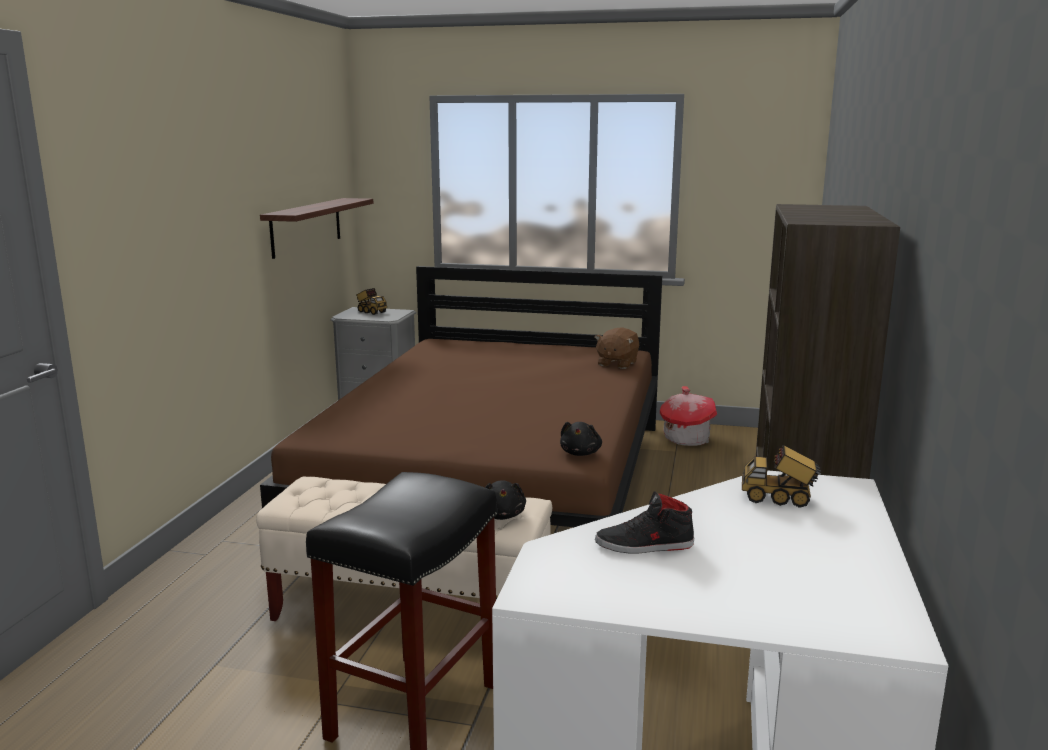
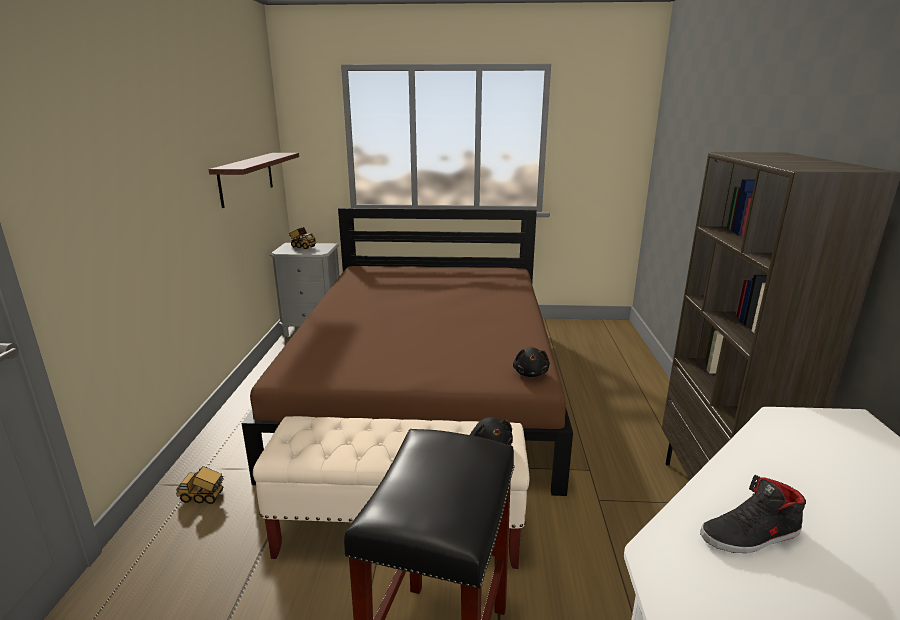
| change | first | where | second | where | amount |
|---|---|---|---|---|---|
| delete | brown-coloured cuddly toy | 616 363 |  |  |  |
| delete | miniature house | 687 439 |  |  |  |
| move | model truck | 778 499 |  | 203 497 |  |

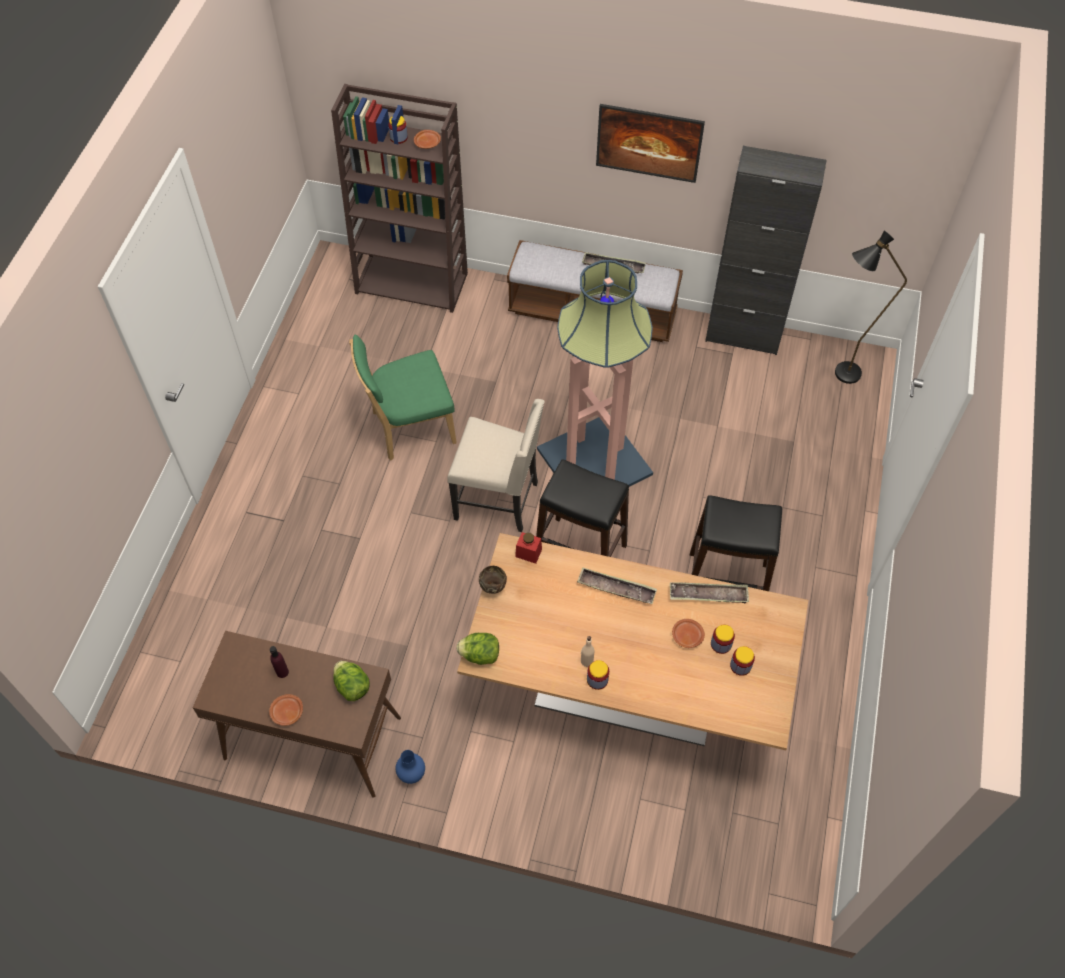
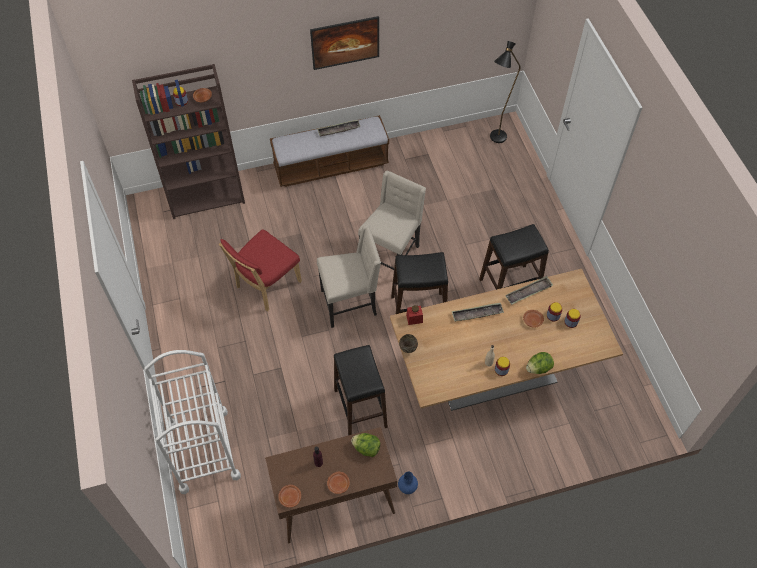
| change | first | where | second | where | amount |
|---|---|---|---|---|---|
| delete | black cabinet | 743 336 |  |  |  |
| replace | standard lamp | 595 462 | beige chair | 391 253 |  |
| recolor | green-coloured chair | 409 428 | reddish chair | 266 286 |  |
| move | lettuce head | 480 655 |  | 538 368 |  |
| insert |  |  | black stool seat | 360 408 |  |
| insert |  |  | whitish cart | 204 450 |  |
| insert |  |  | brown-coloured flat dish | 290 497 |  |

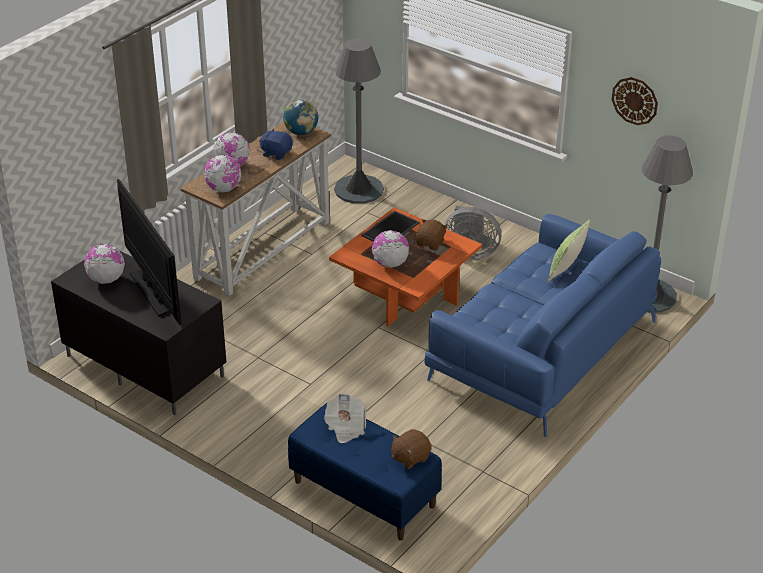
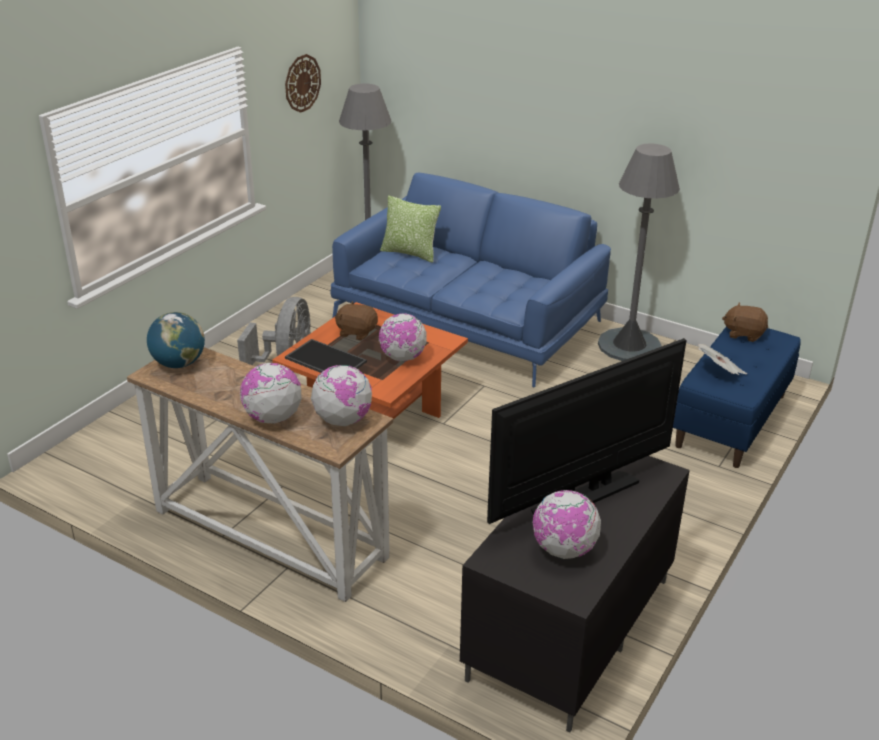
| change | first | where | second | where | amount |
|---|---|---|---|---|---|
| move | grey standard lamp | 359 189 |  | 629 345 |  |
| delete | blue cuddly toy | 276 153 |  |  |  |
| rotate | brown-coloured cuddly toy | 410 457 |  | 744 334 | 150 degrees clockwise |

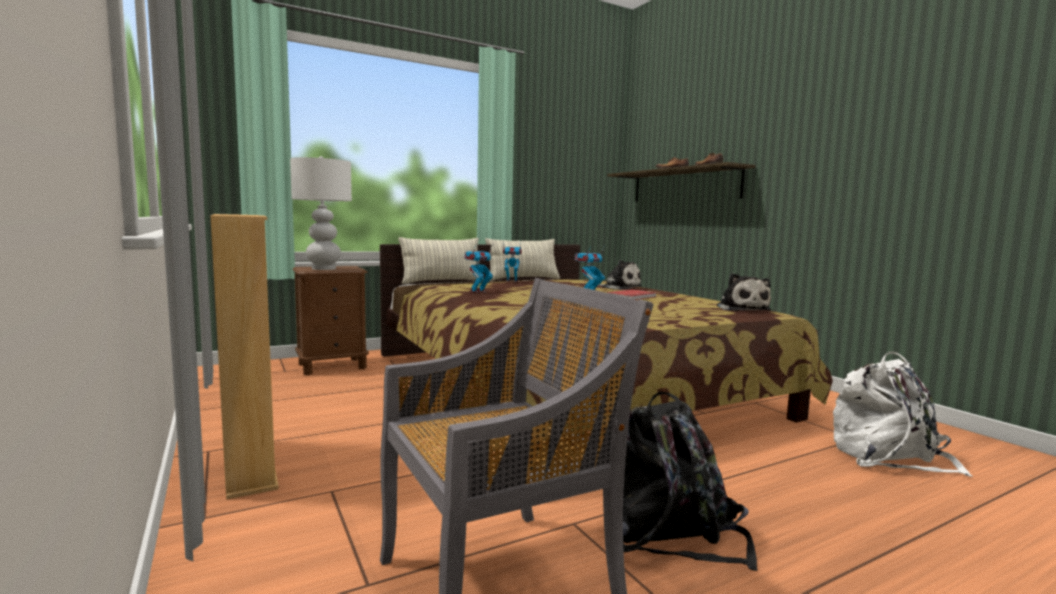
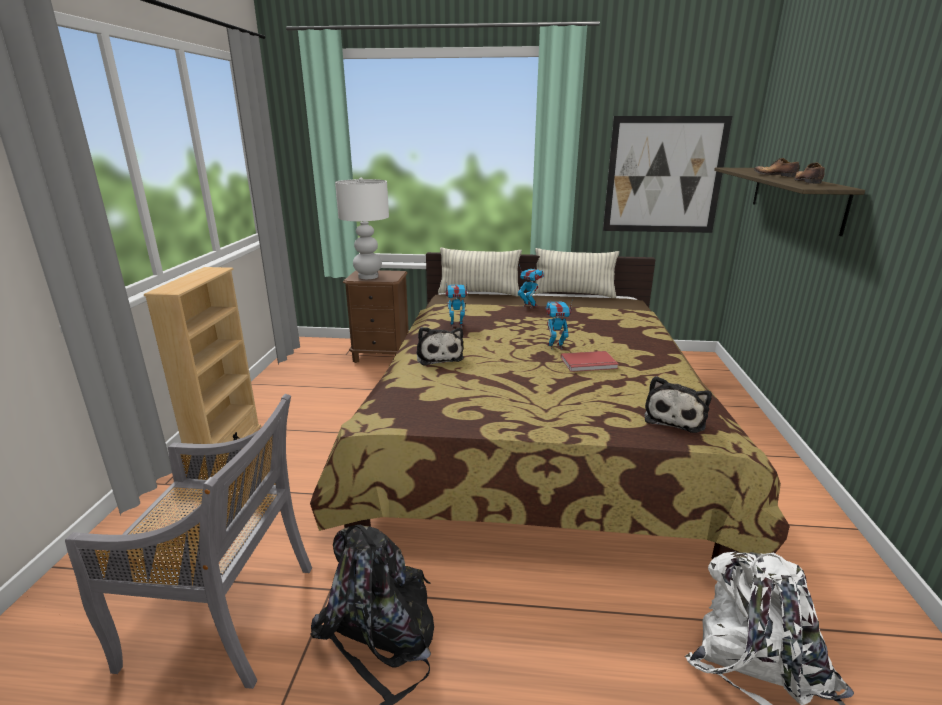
| change | first | where | second | where | amount |
|---|---|---|---|---|---|
| move | cuddly toy | 619 287 |  | 439 356 |  |
| insert |  |  | picture | 664 176 |  |

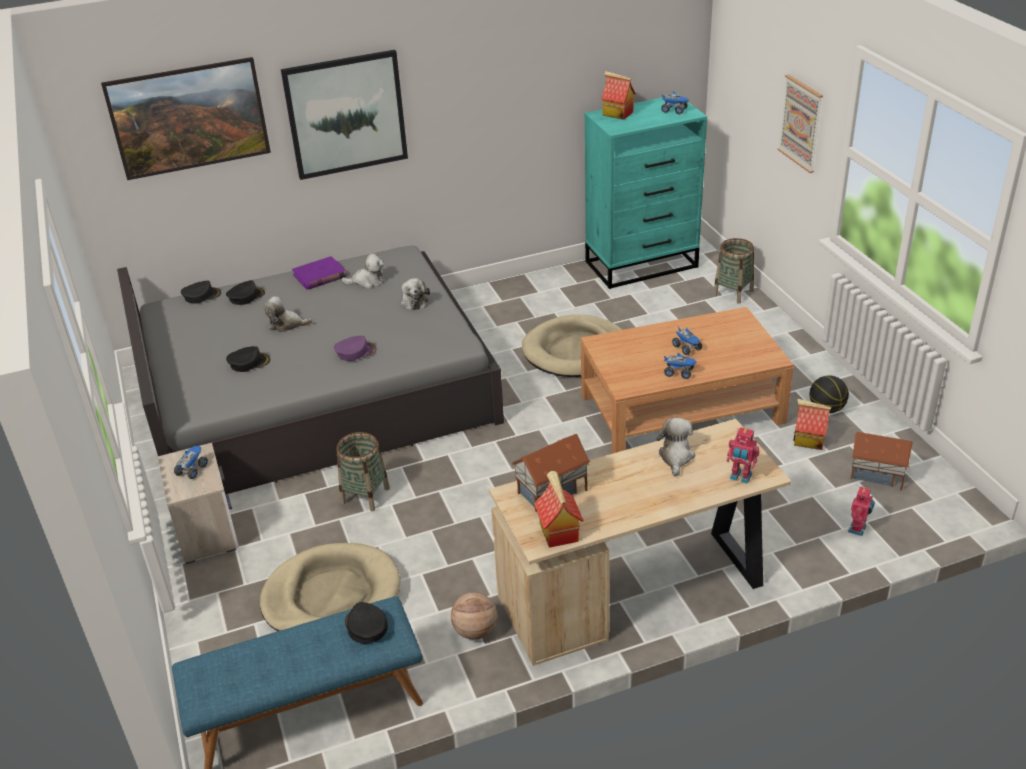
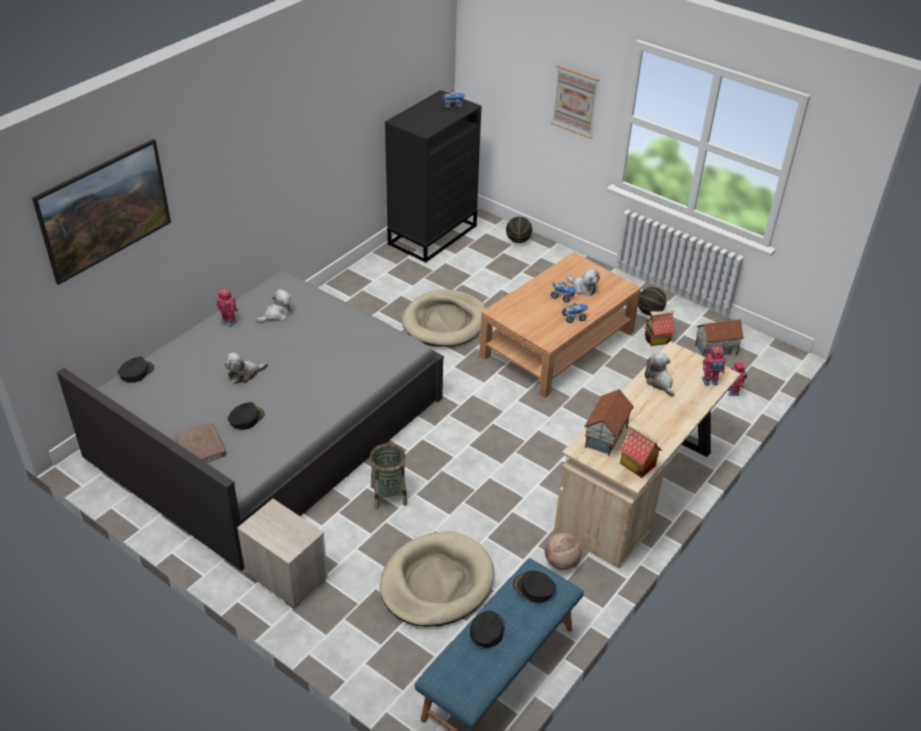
| change | first | where | second | where | amount |
|---|---|---|---|---|---|
| delete | picture | 346 114 |  |  |  |
| delete | miniature house | 617 114 |  |  |  |
| recolor | turquoise-coloured chest of drawers | 642 264 | black chest of drawers | 433 235 |  |
| replace | basket | 733 292 | basketball ball | 518 240 |  |
| replace | purple volume | 320 276 | toy robot | 229 321 |  |
| move | cuddly toy | 414 301 |  | 583 288 |  |
| move | black baseball cap | 246 296 |  | 487 630 |  |
| delete | purple baseball cap | 355 352 |  |  |  |
| delete | model truck | 192 469 |  |  |  |
| insert |  |  | brown-coloured volume | 201 447 |  |

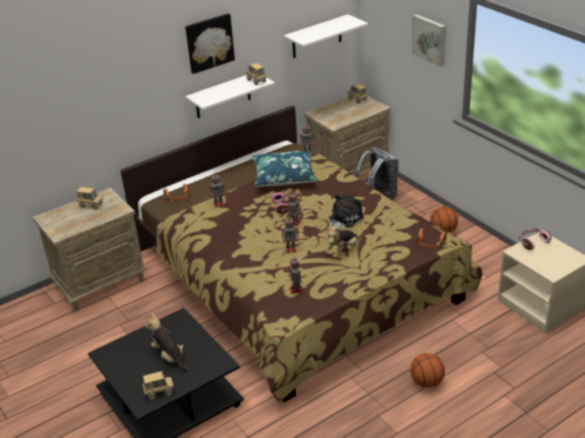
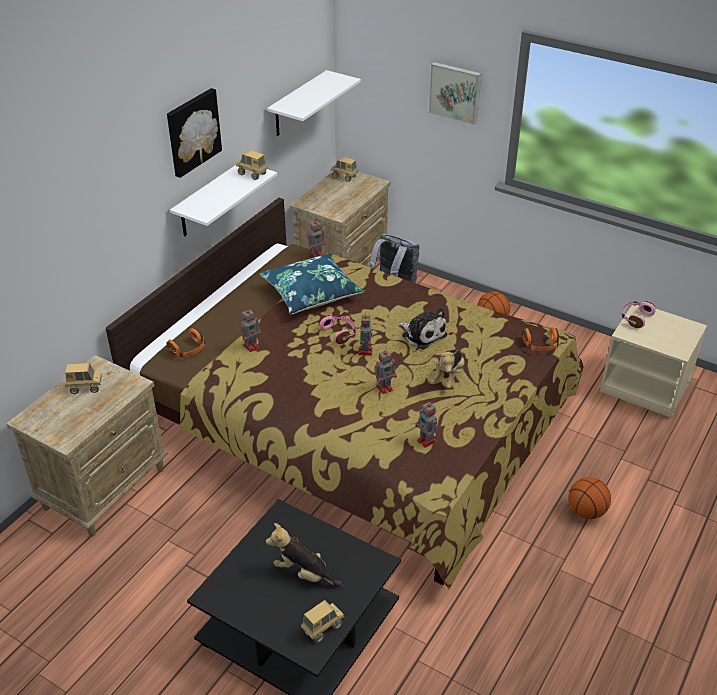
| change | first | where | second | where | amount |
|---|---|---|---|---|---|
| rotate | cuddly toy | 344 219 |  | 422 334 | 120 degrees clockwise |

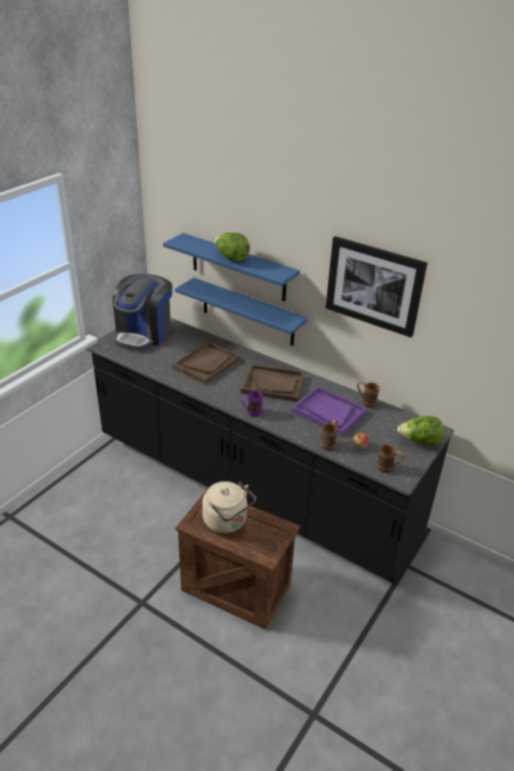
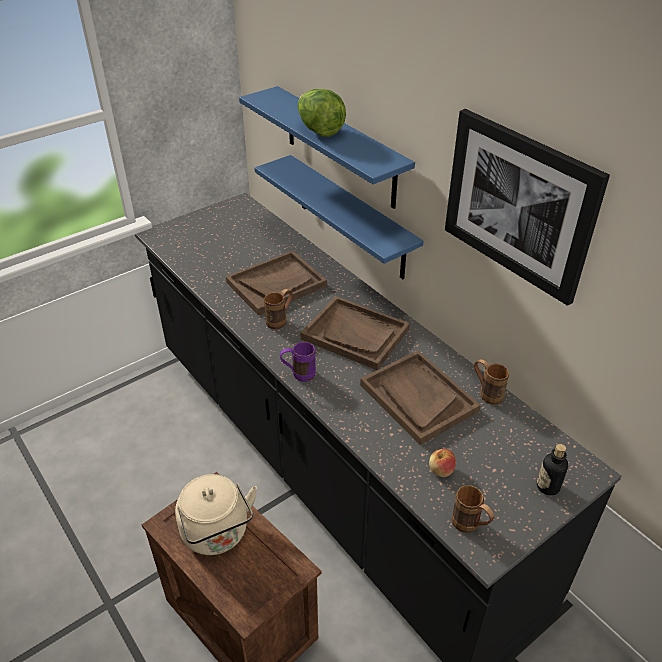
| change | first | where | second | where | amount |
|---|---|---|---|---|---|
| delete | coffee brewer | 144 333 |  |  |  |
| recolor | purple carrying tray | 328 412 | brown-coloured carrying tray | 418 398 |  |
| replace | lettuce head | 419 442 | beverage bottle | 548 486 |  |
| move | brown-coloured tea mug | 329 443 |  | 280 320 |  |

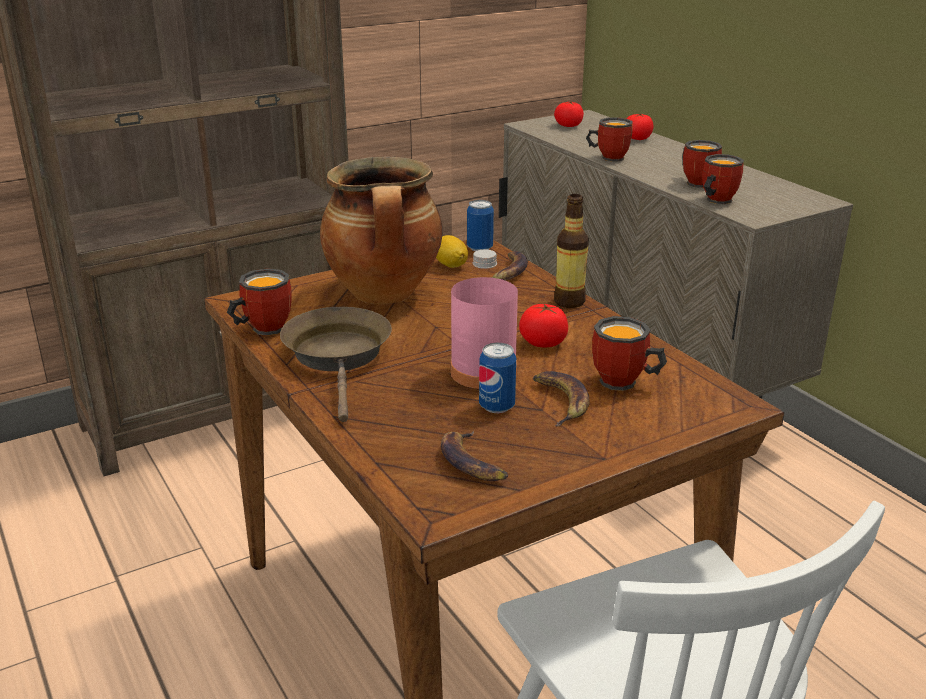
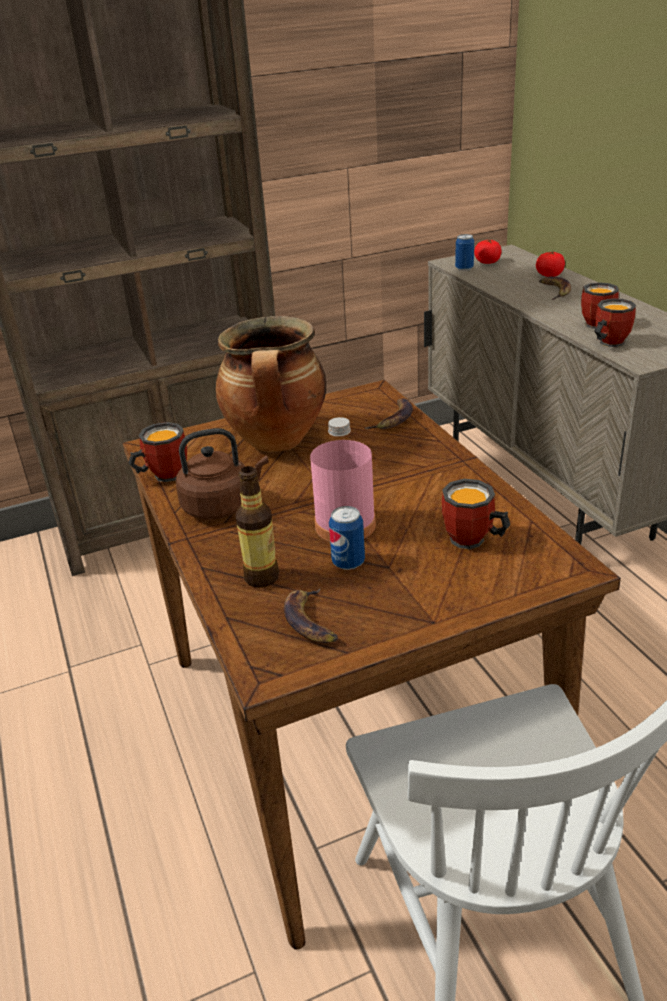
| change | first | where | second | where | amount |
|---|---|---|---|---|---|
| delete | tea mug | 608 157 |  |  |  |
| move | beverage bottle | 569 302 |  | 262 577 |  |
| move | can | 480 248 |  | 464 268 |  |
| delete | citrus fruit | 450 265 |  |  |  |
| delete | fresh tomato | 543 343 |  |  |  |
| replace | brown-coloured skillet | 339 357 | brown-coloured tea kettle | 221 506 |  |
| move | whole banana | 560 401 |  | 554 291 |  |

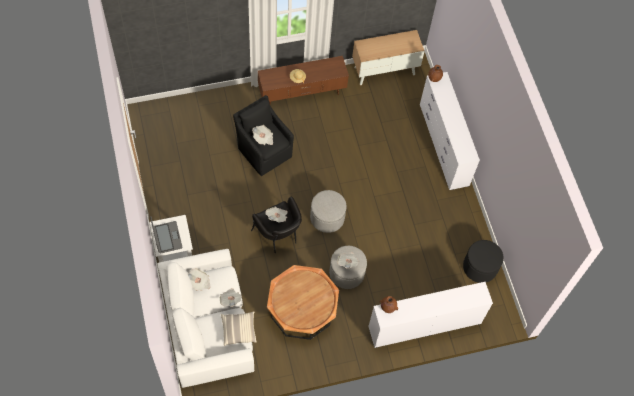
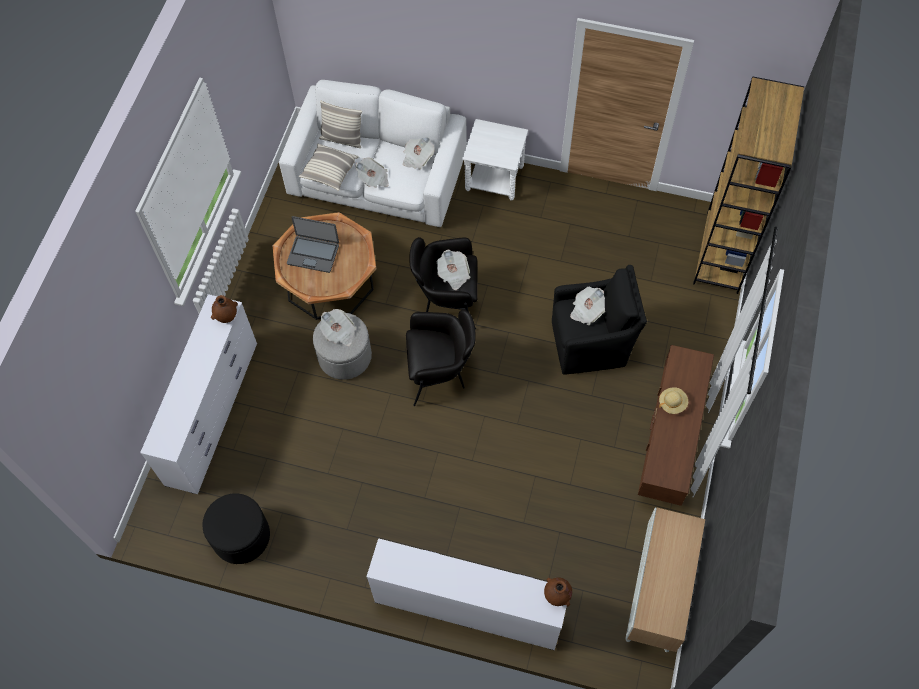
| change | first | where | second | where | amount |
|---|---|---|---|---|---|
| replace | grey footrest | 327 217 | black easy chair | 440 373 |  |
| move | notebook computer | 167 237 |  | 313 253 |  |
| insert |  |  | brown-coloured bookcase | 722 253 |  |
| insert |  |  | throw pillow | 342 139 |  |

